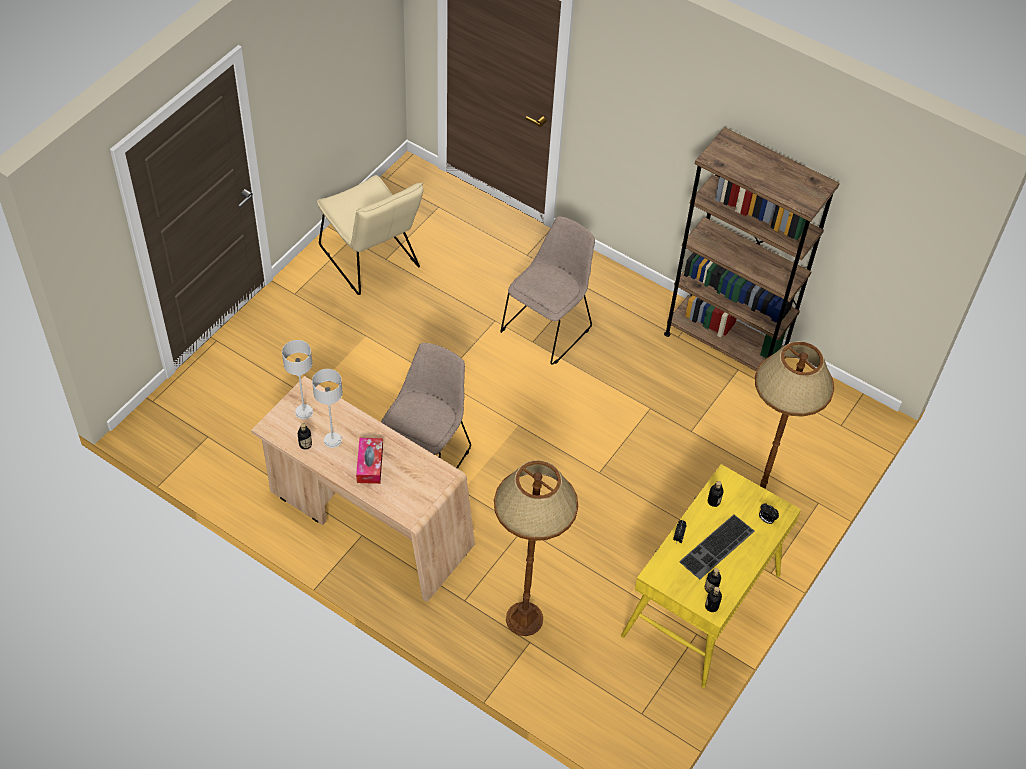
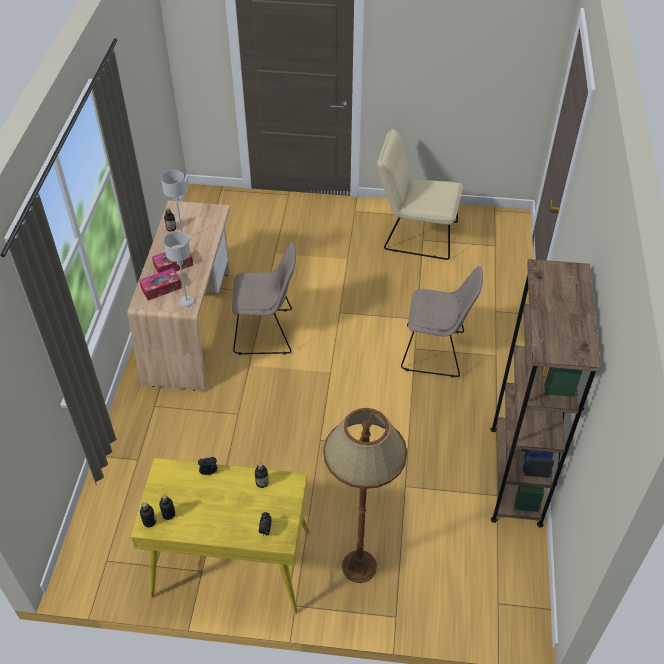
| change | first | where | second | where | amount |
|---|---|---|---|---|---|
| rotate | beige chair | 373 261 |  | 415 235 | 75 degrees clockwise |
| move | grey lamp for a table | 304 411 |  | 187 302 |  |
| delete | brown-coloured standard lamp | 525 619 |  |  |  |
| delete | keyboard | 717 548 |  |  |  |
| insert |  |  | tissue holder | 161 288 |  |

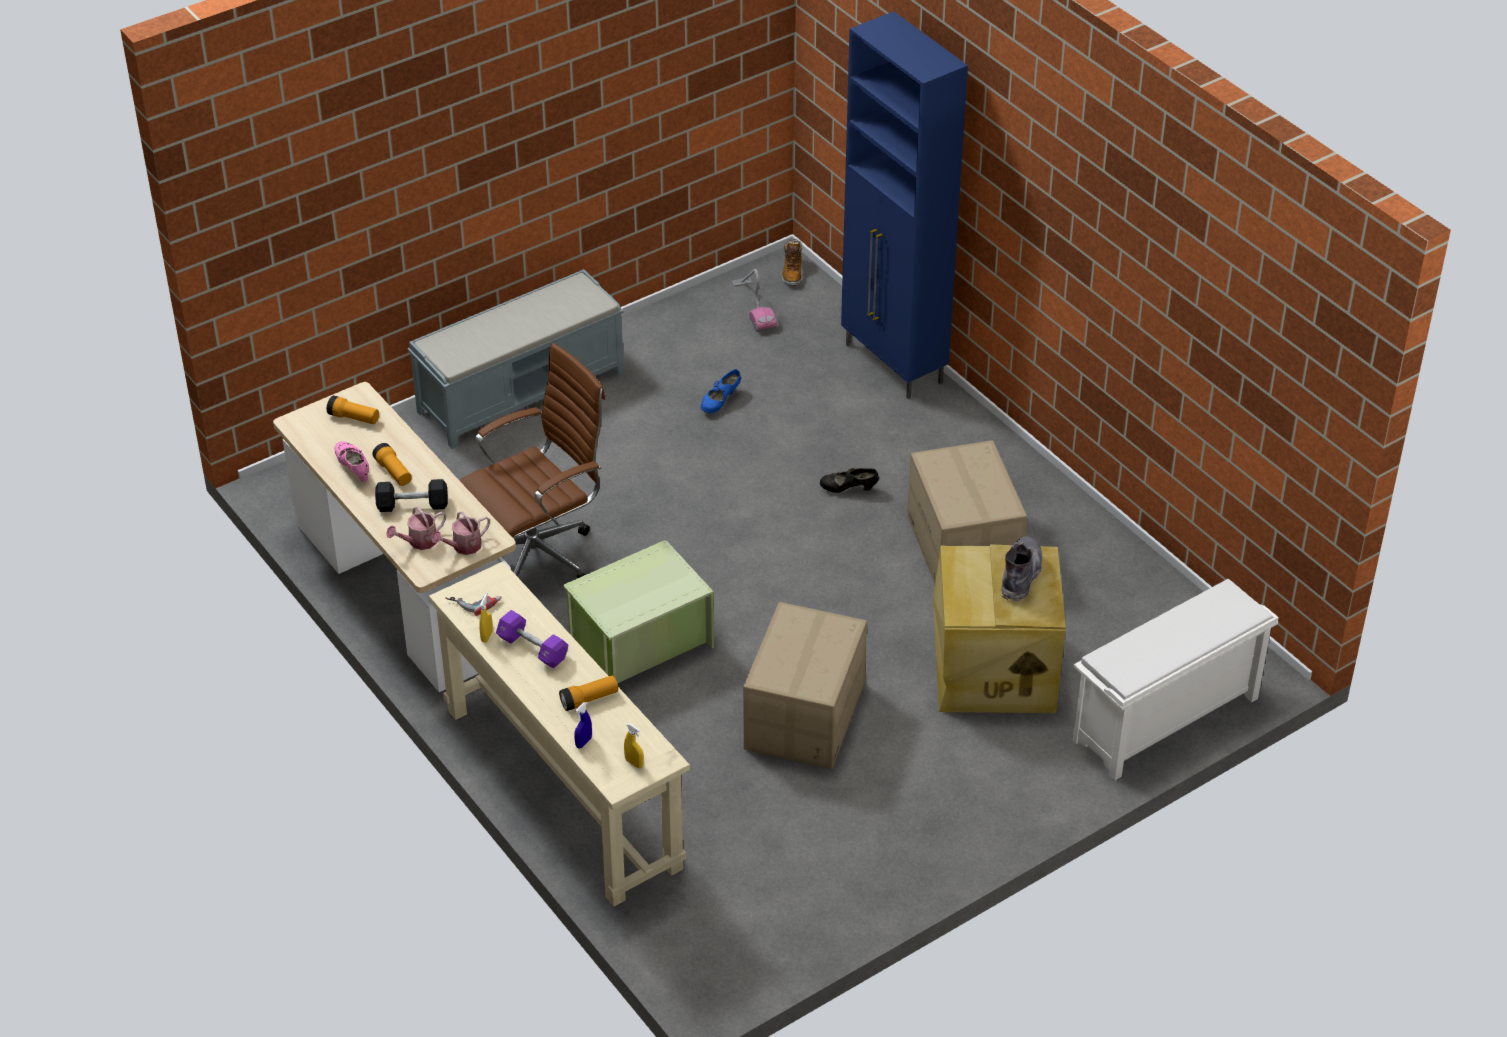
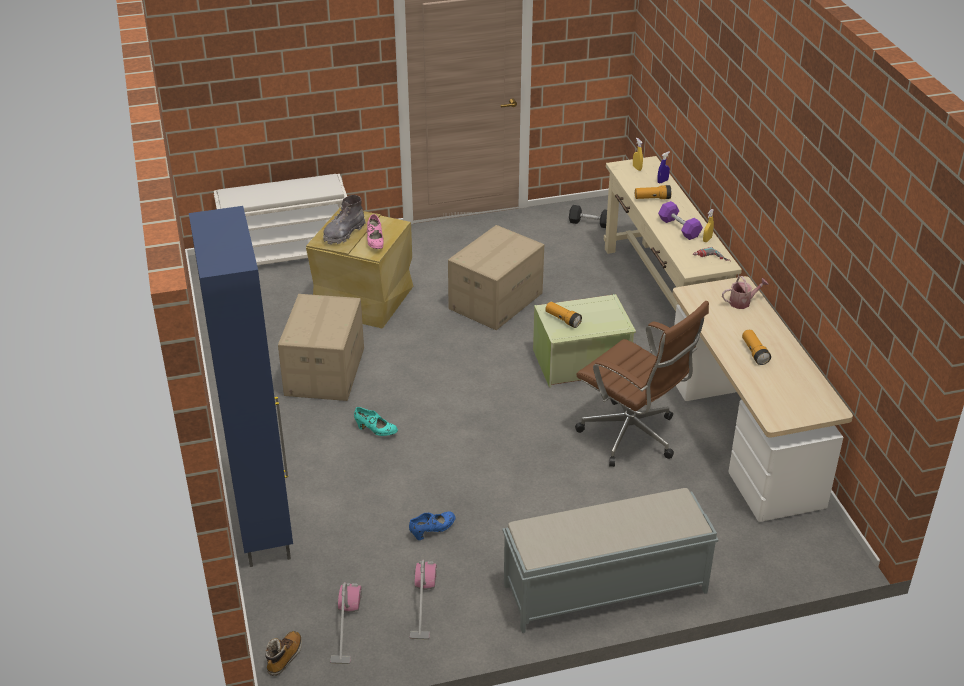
| change | first | where | second | where | amount |
|---|---|---|---|---|---|
| rotate | brown-coloured computer chair | 539 556 |  | 633 437 | 120 degrees counterclockwise |
| move | torch | 354 418 |  | 562 319 |  |
| move | pink item of footwear | 353 469 |  | 375 242 |  |
| recolor | black item of footwear | 848 489 | turquoise-coloured item of footwear | 376 431 |  |
| move | black hand weight | 412 505 |  | 590 223 |  |
| delete | watering can | 463 547 |  |  |  |
| insert |  |  | vacuum cleaner | 423 603 |  |

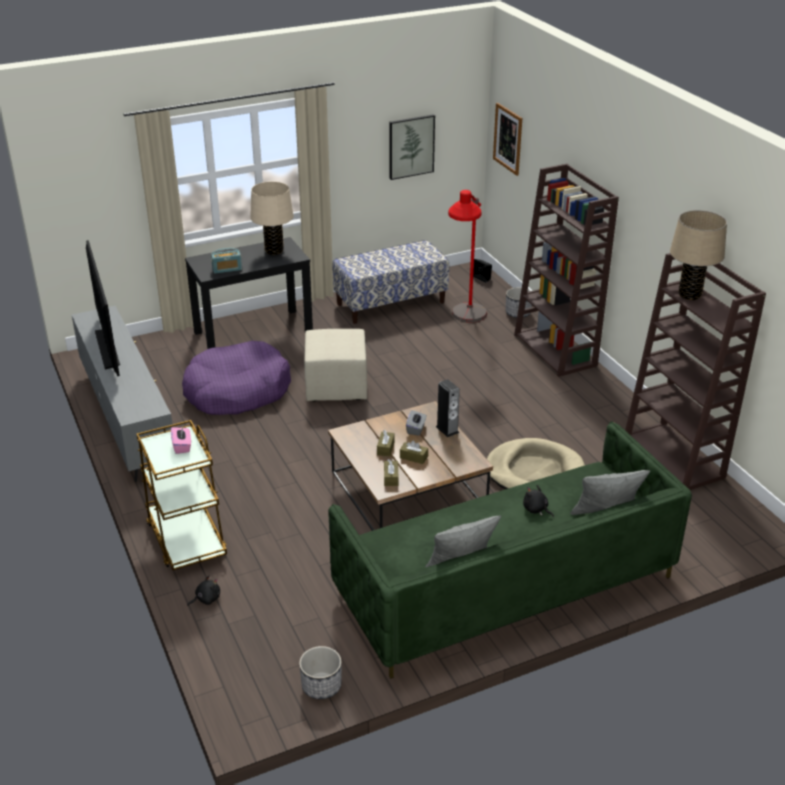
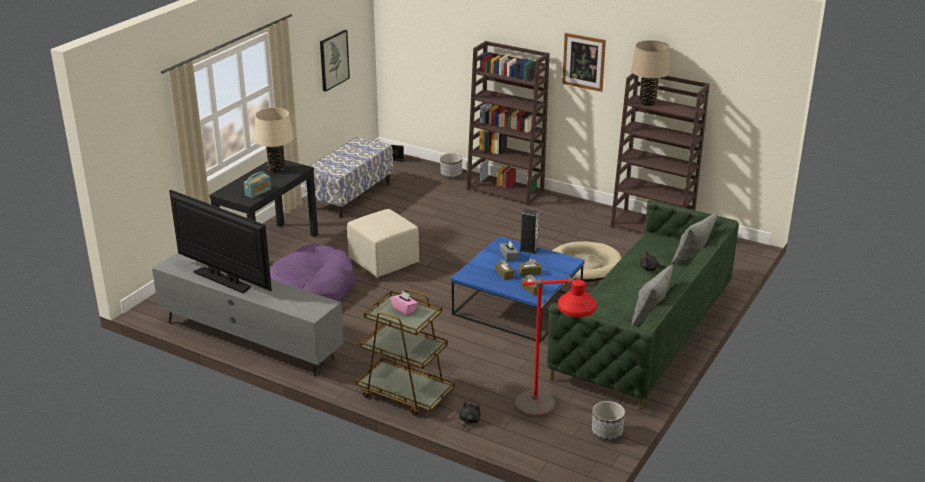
| change | first | where | second | where | amount |
|---|---|---|---|---|---|
| move | picture | 508 138 |  | 584 62 |  |
| move | reddish standard lamp | 465 326 |  | 548 422 |  |
| recolor | brown-coloured coffee table | 407 491 | blue coffee table | 518 306 |  |

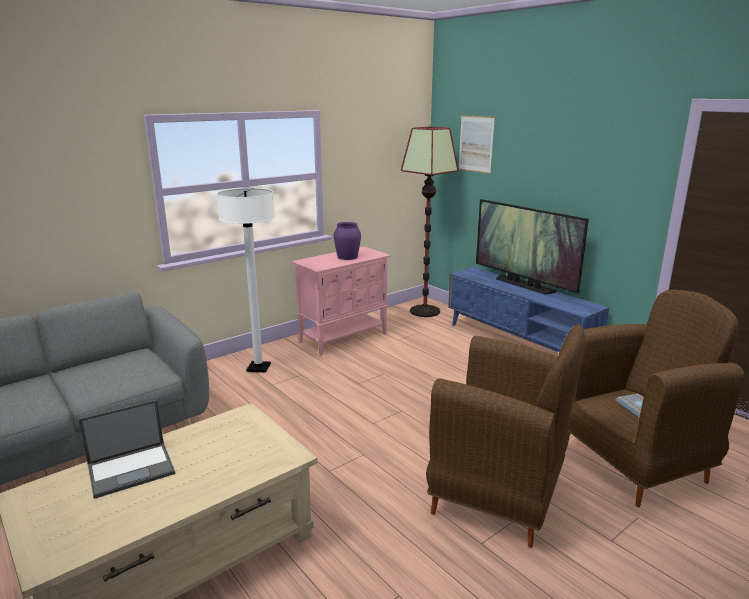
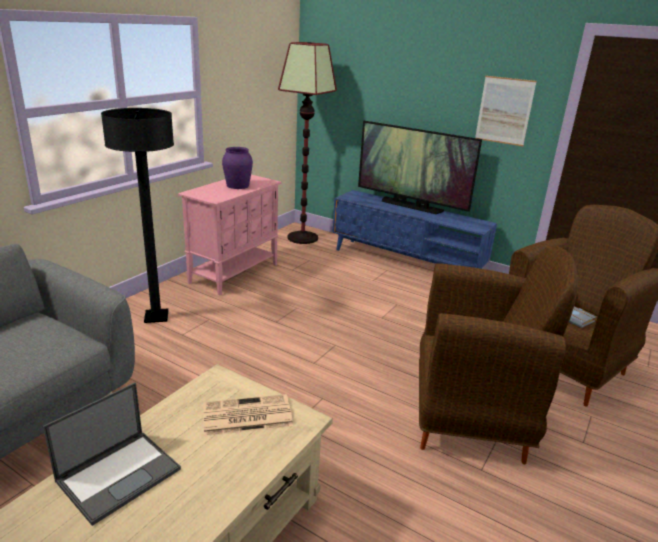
| change | first | where | second | where | amount |
|---|---|---|---|---|---|
| move | picture | 476 144 |  | 504 111 |  |
| recolor | whitish standard lamp | 258 368 | black standard lamp | 156 317 |  |
| insert |  |  | newspaper | 246 416 |  |

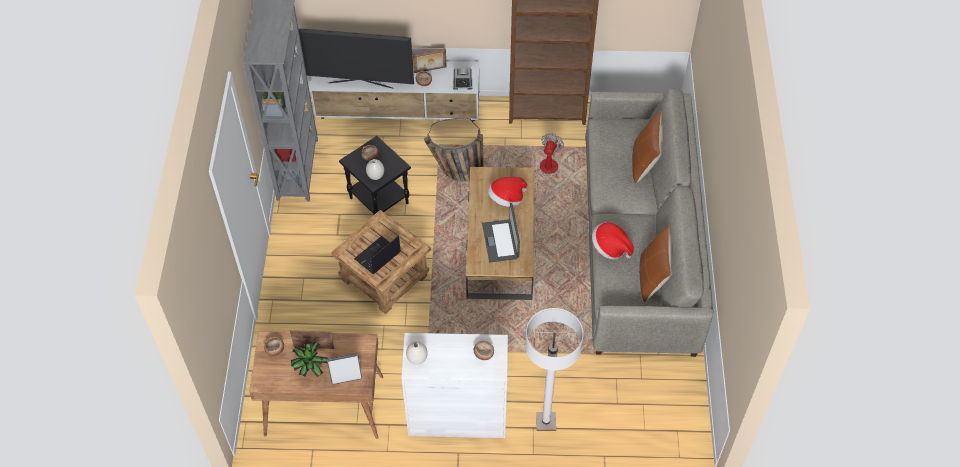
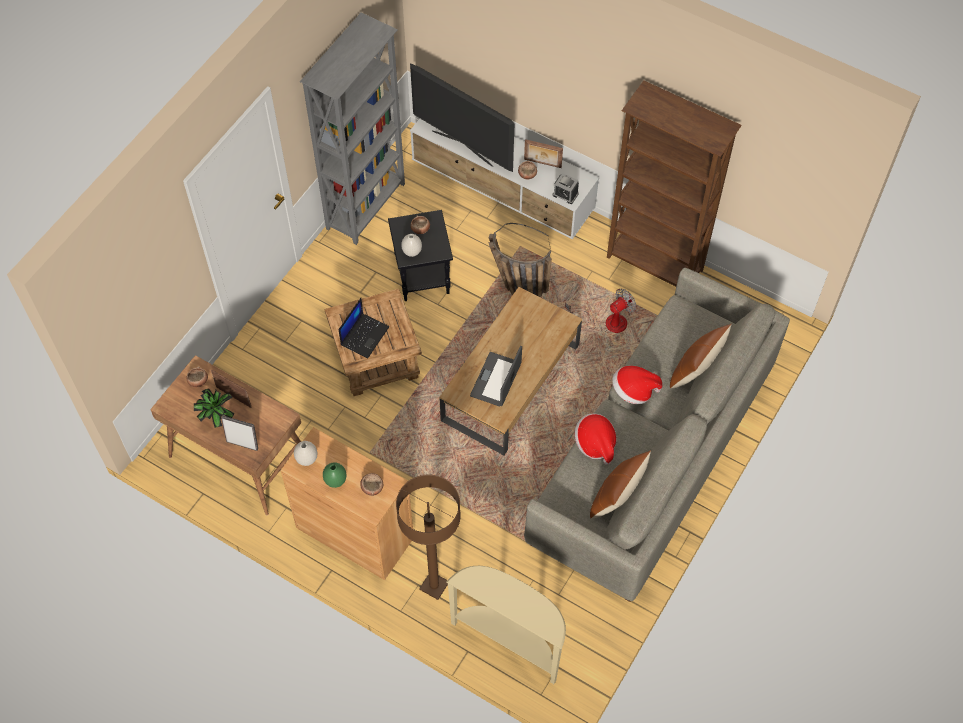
| change | first | where | second | where | amount |
|---|---|---|---|---|---|
| move | clothing hat | 506 199 |  | 633 391 |  |
| rotate | notebook computer | 377 256 |  | 364 335 | 135 degrees clockwise |
| recolor | whitish standard lamp | 546 422 | brown-coloured standard lamp | 434 586 |  |
| recolor | whitish cabinet | 457 415 | brown-coloured cabinet | 355 532 |  |
| insert |  |  | green-coloured flower vase | 335 481 |  |
| insert |  |  | beige hall table | 510 640 |  |

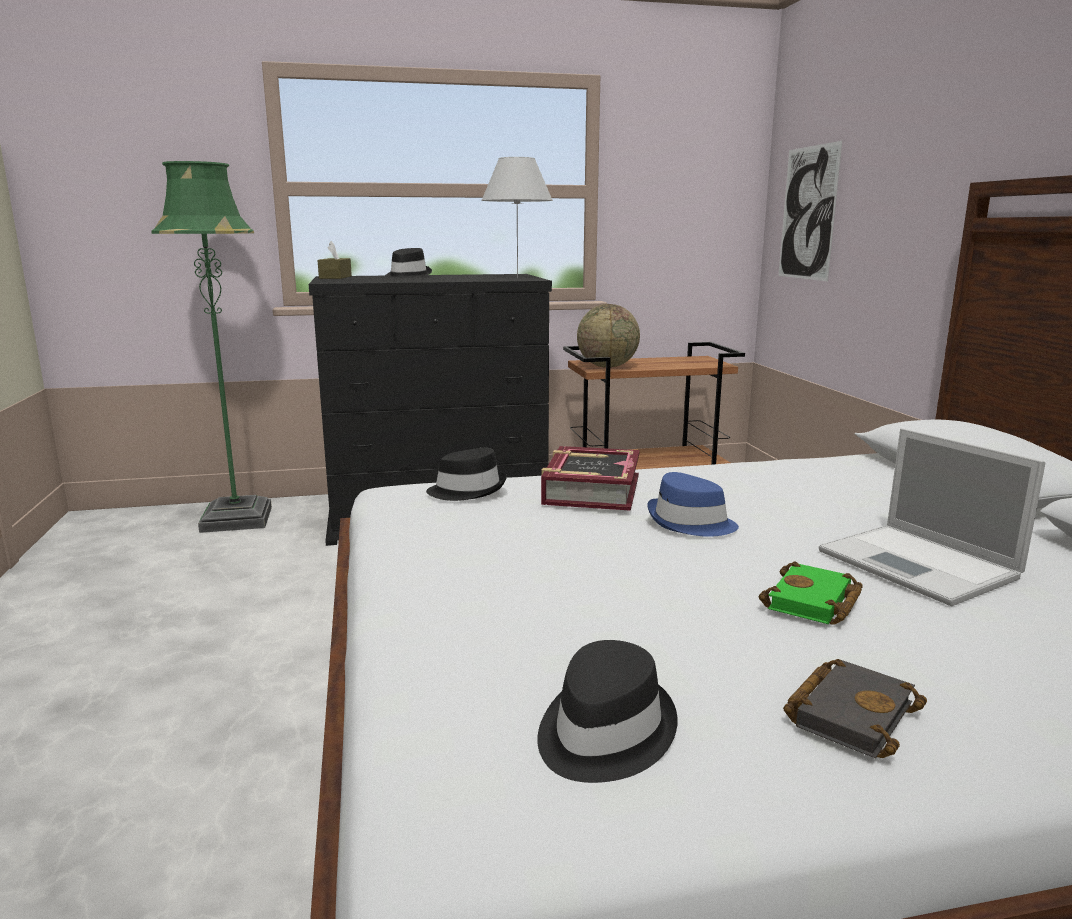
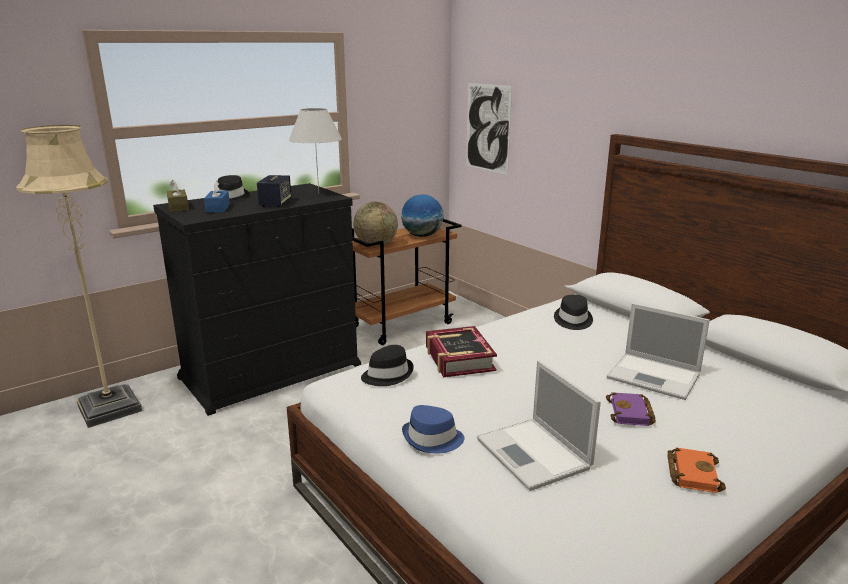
| change | first | where | second | where | amount |
|---|---|---|---|---|---|
| recolor | green-coloured standard lamp | 237 519 | beige standard lamp | 110 408 |  |
| move | blue clothing hat | 690 523 |  | 432 439 |  |
| recolor | green-coloured volume | 813 603 | purple volume | 631 414 |  |
| move | black clothing hat | 602 732 |  | 572 320 |  |
| recolor | black volume | 849 712 | orangey volume | 691 473 |  |
| insert |  |  | speaker | 275 203 |  |
| insert |  |  | blue tissue holder | 218 208 |  |
| insert |  |  | world globe | 422 236 |  |
| insert |  |  | notebook computer | 534 454 |  |

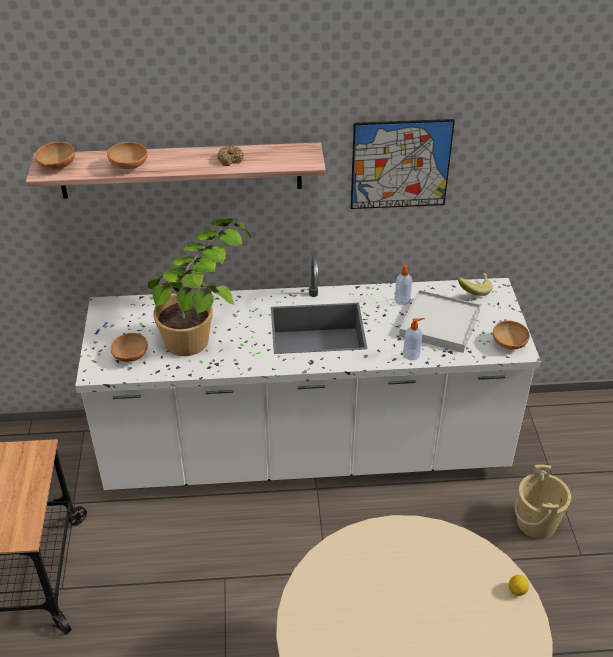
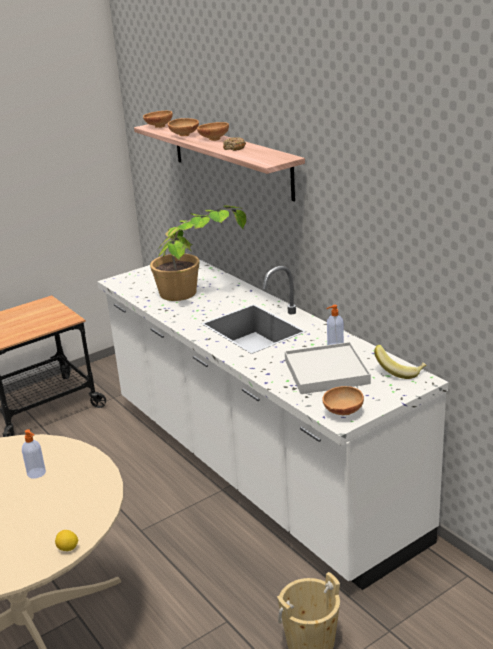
| change | first | where | second | where | amount |
|---|---|---|---|---|---|
| delete | picture | 400 164 |  |  |  |
| move | liquid soap bottle | 412 355 |  | 37 473 |  |
| move | brown-coloured bowl | 130 356 |  | 213 139 |  |

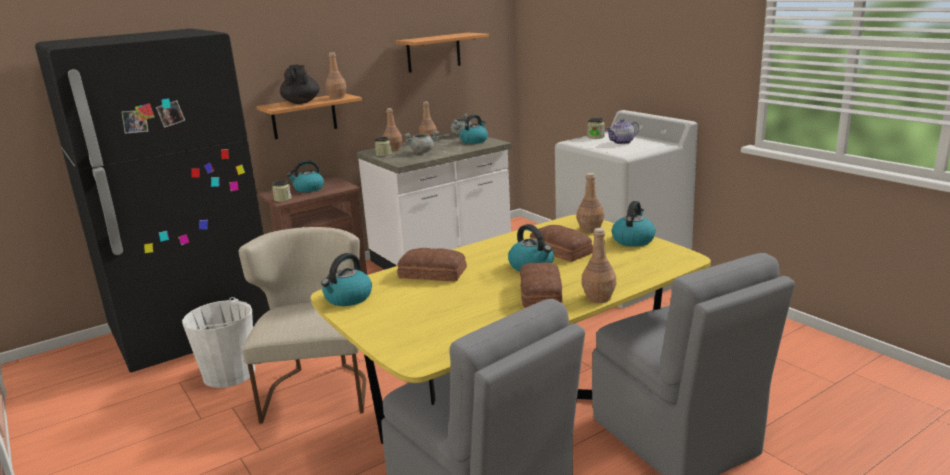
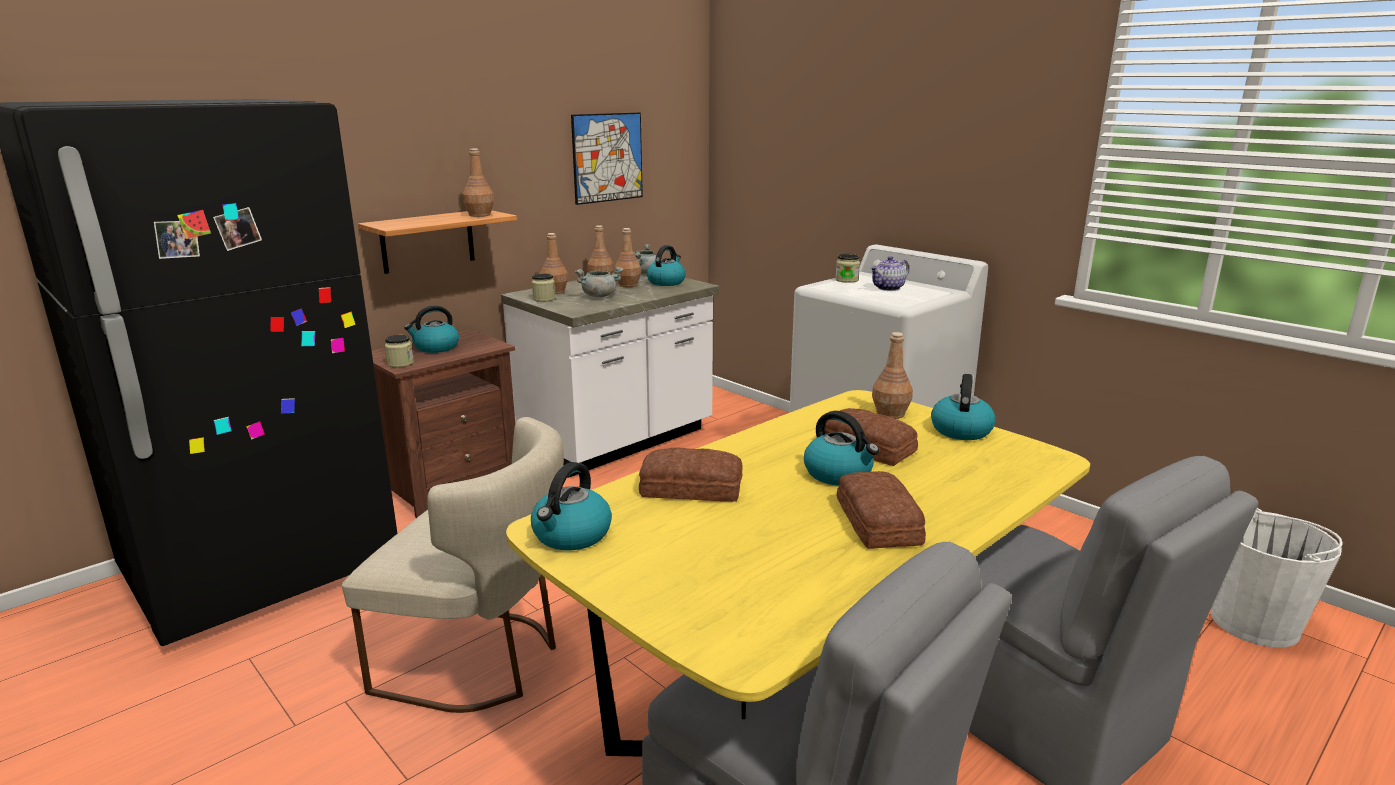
| change | first | where | second | where | amount |
|---|---|---|---|---|---|
| replace | shelf | 433 52 | picture | 607 157 |  |
| delete | black tea pot | 301 102 |  |  |  |
| rotate | beige chair | 317 388 |  | 481 660 | 120 degrees clockwise |
| move | brown-coloured beverage bottle | 598 297 |  | 628 285 |  |
| move | whitish water bucket | 229 374 |  | 1255 623 |  |

